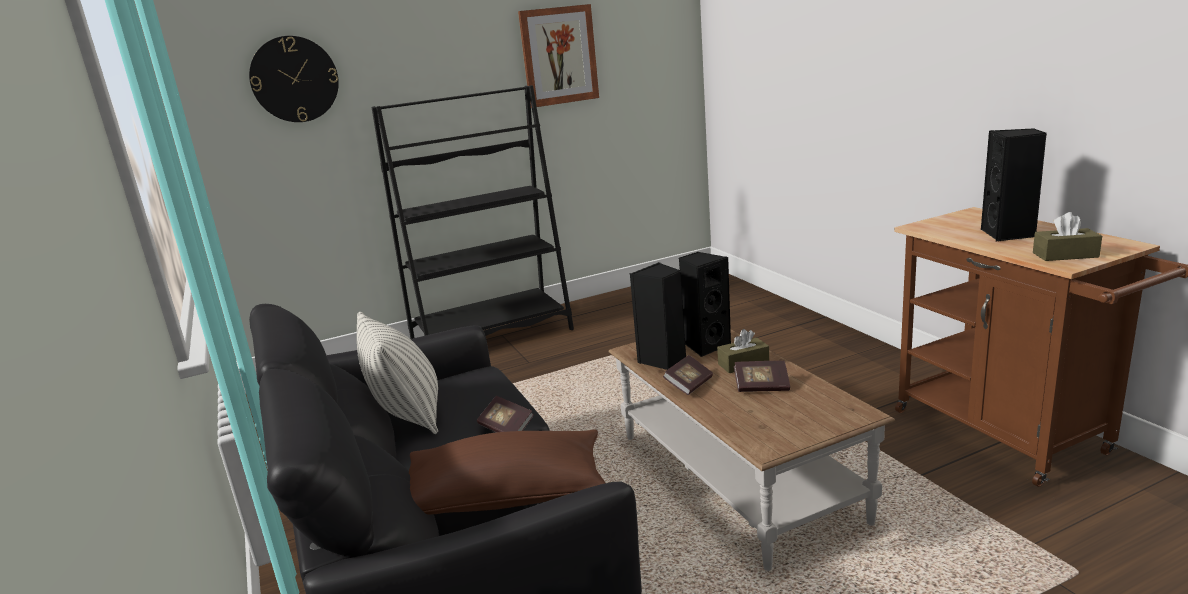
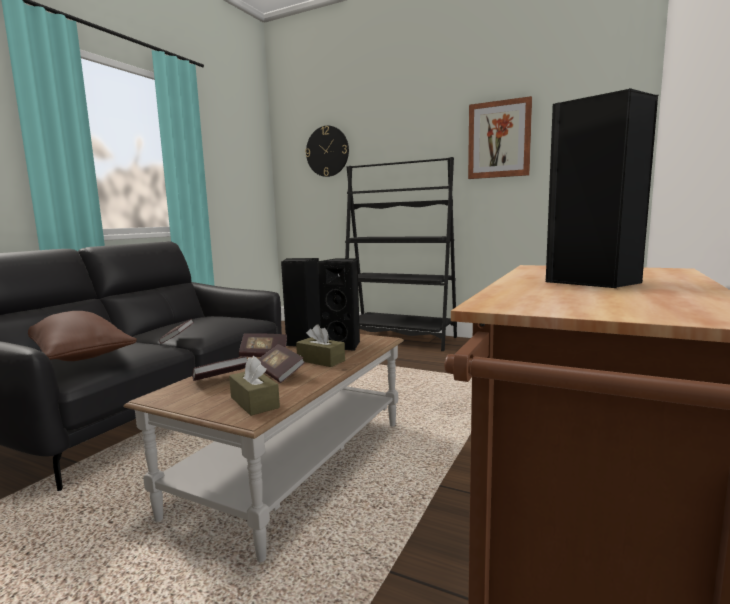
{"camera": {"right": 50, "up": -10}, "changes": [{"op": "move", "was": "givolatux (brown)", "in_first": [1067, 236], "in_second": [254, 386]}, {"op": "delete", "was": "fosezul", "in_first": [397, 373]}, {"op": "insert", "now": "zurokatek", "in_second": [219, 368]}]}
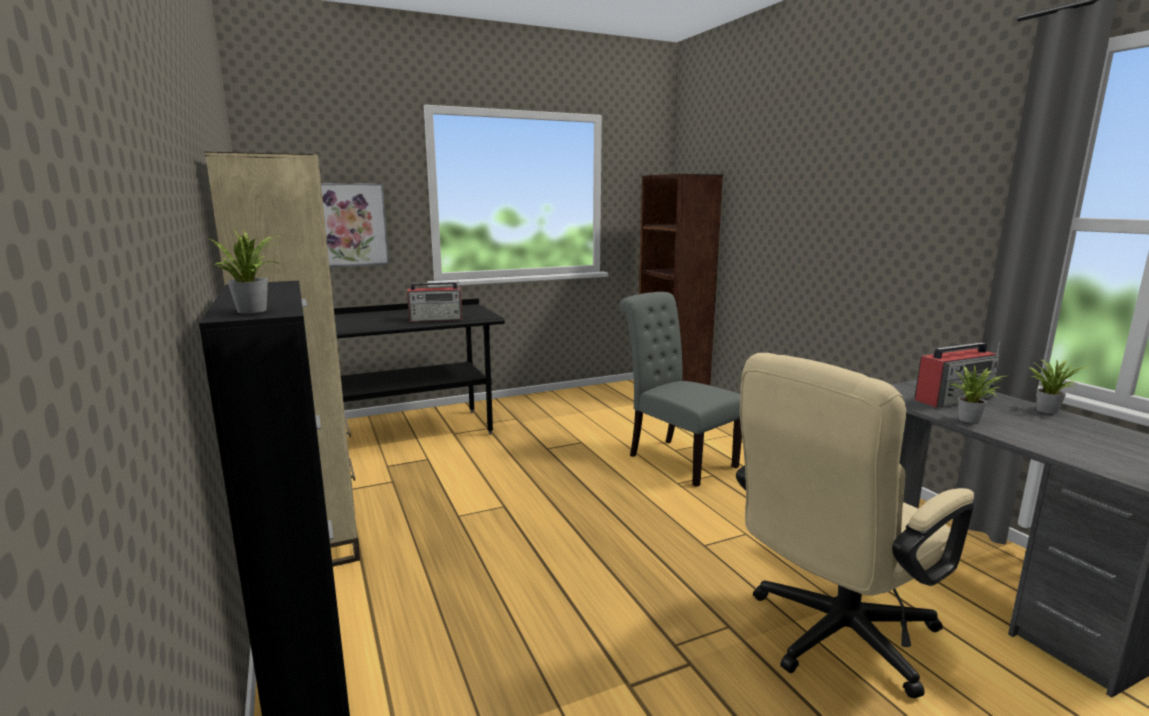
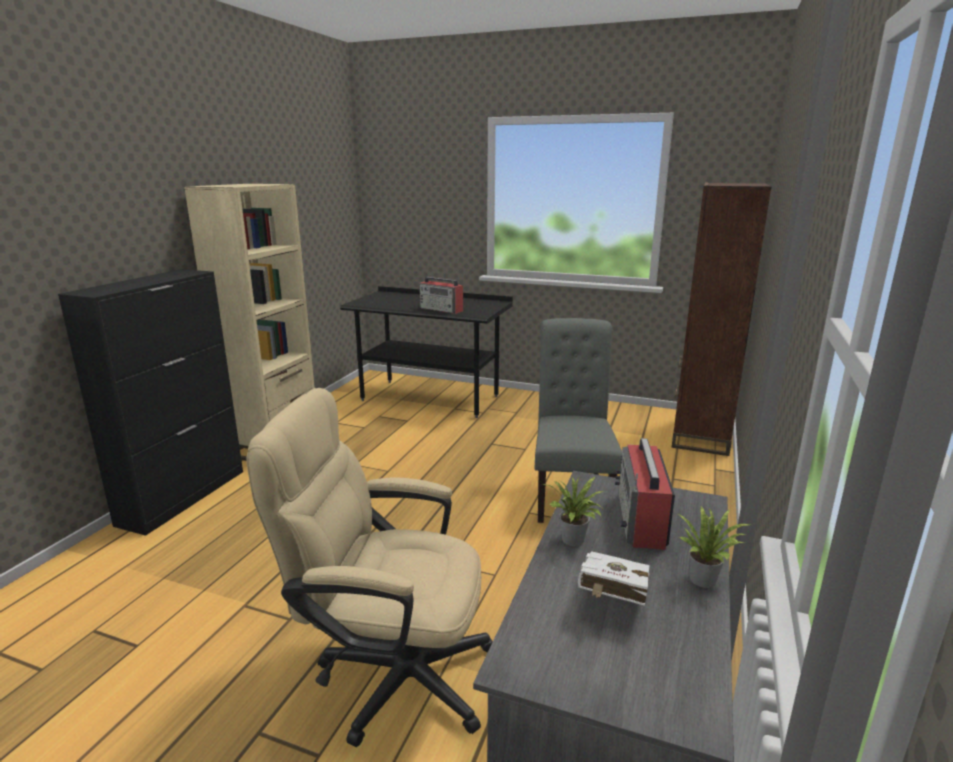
{"camera": {"right": 45, "up": 5}, "changes": [{"op": "delete", "was": "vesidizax", "in_first": [355, 225]}, {"op": "delete", "was": "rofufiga", "in_first": [244, 272]}, {"op": "rotate", "was": "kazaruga", "in_first": [957, 374], "in_second": [645, 494], "clockwise": 75}, {"op": "insert", "now": "zurokatek (white)", "in_second": [614, 578]}]}
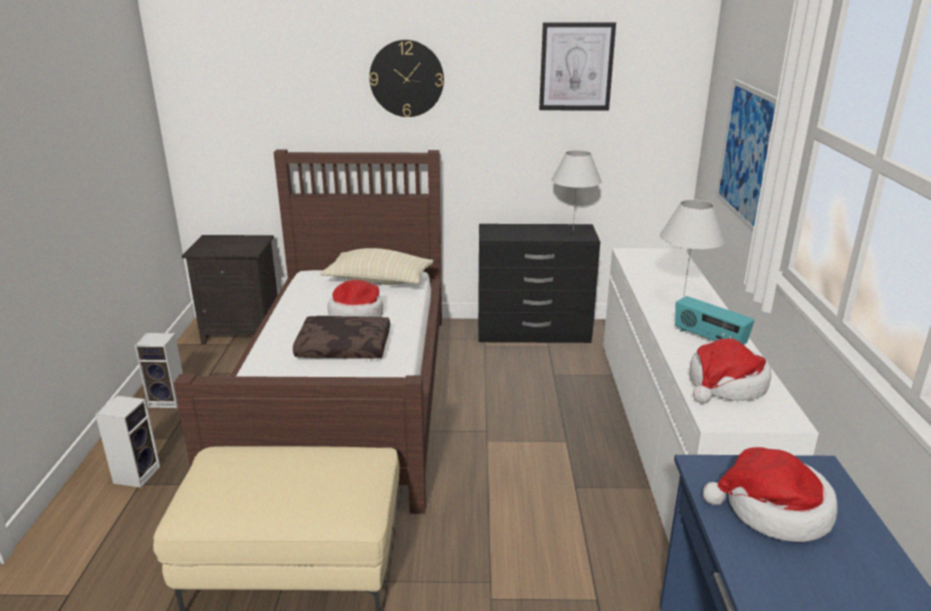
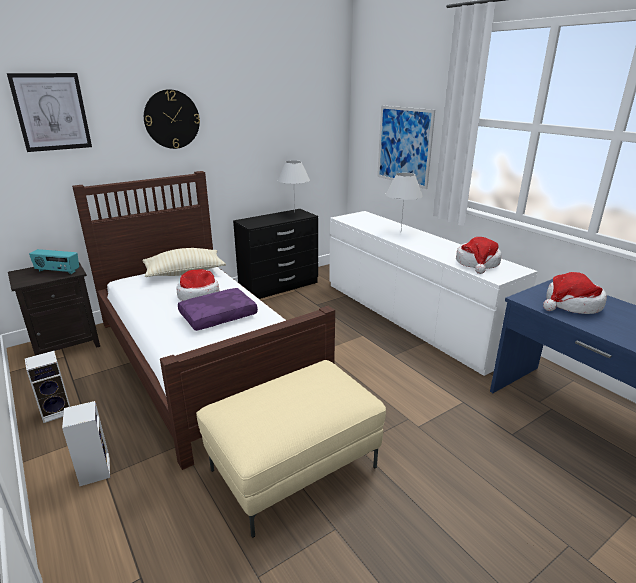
{"camera": {"right": -35, "up": 0}, "changes": [{"op": "move", "was": "vesidizax", "in_first": [577, 66], "in_second": [49, 112]}, {"op": "move", "was": "kazaruga", "in_first": [714, 320], "in_second": [54, 261]}, {"op": "recolor", "was": "fosezul (brown)", "now": "fosezul (purple)", "in_first": [341, 337], "in_second": [218, 309]}]}
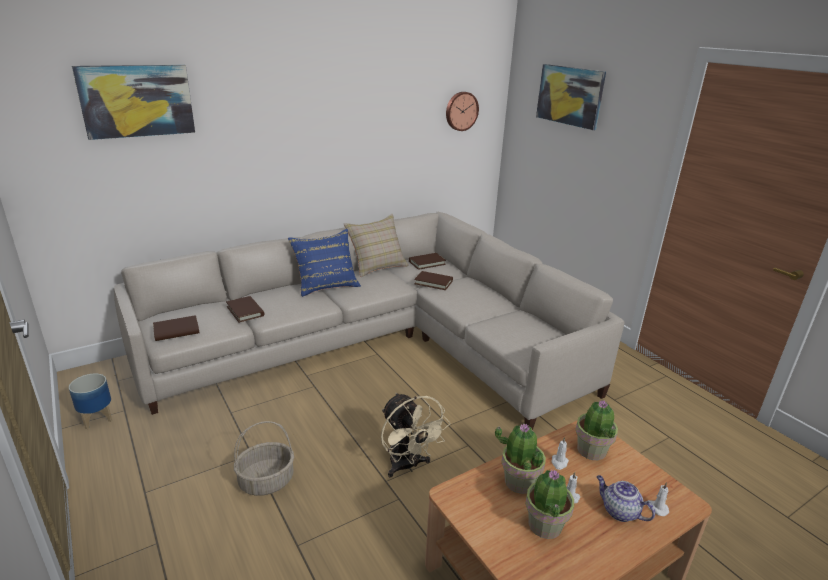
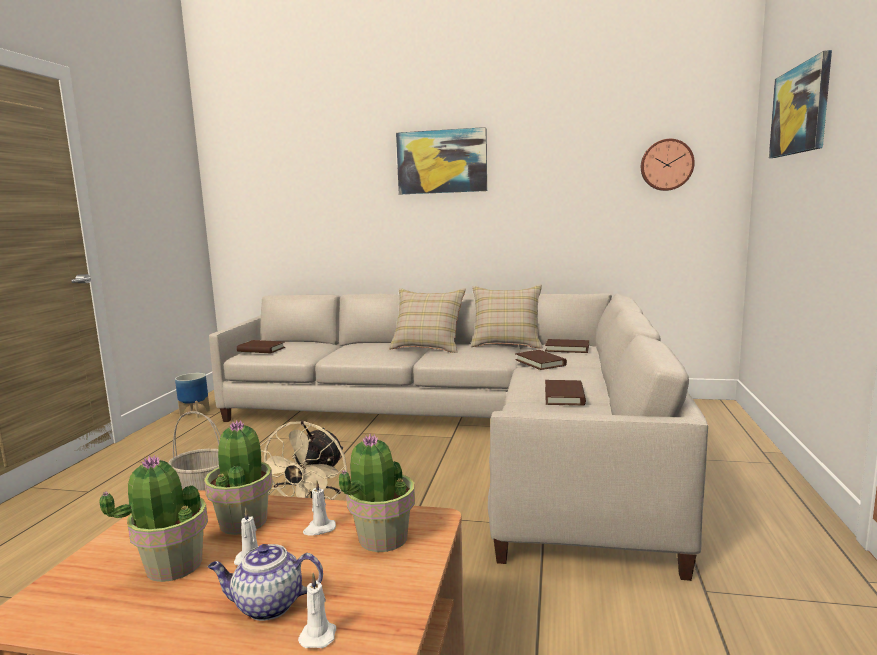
{"camera": {"right": 45, "up": -15}, "changes": [{"op": "move", "was": "vesidizax", "in_first": [133, 102], "in_second": [441, 161]}, {"op": "recolor", "was": "fosezul (blue)", "now": "fosezul (beige)", "in_first": [324, 263], "in_second": [427, 320]}, {"op": "move", "was": "zurokatek (brown)", "in_first": [245, 309], "in_second": [565, 393]}, {"op": "rotate", "was": "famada", "in_first": [625, 498], "in_second": [265, 582], "clockwise": -90}]}
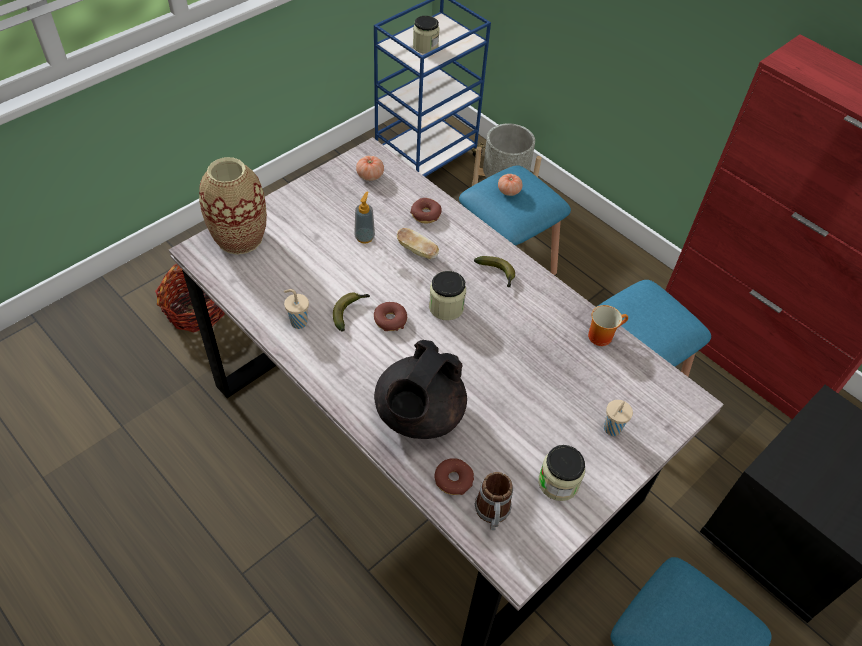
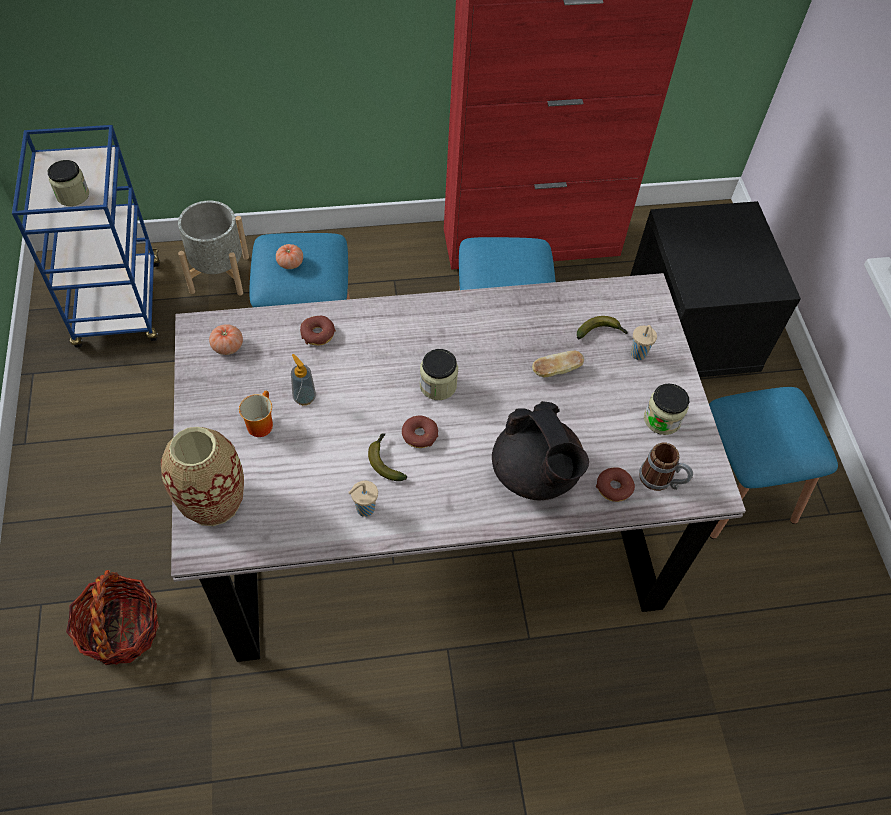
{"camera": {"right": -55, "up": 5}, "changes": [{"op": "move", "was": "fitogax", "in_first": [418, 243], "in_second": [558, 364]}, {"op": "move", "was": "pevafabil", "in_first": [494, 271], "in_second": [602, 327]}, {"op": "move", "was": "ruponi", "in_first": [608, 325], "in_second": [256, 414]}]}
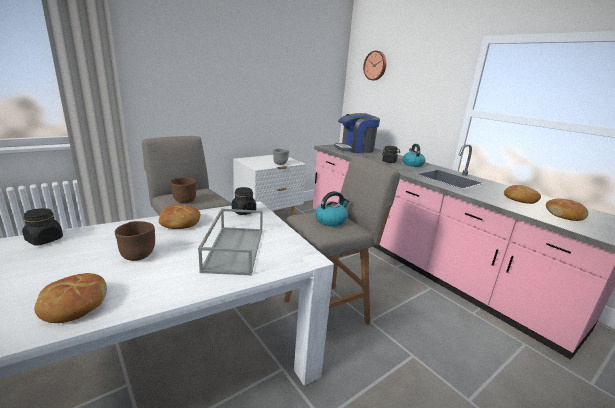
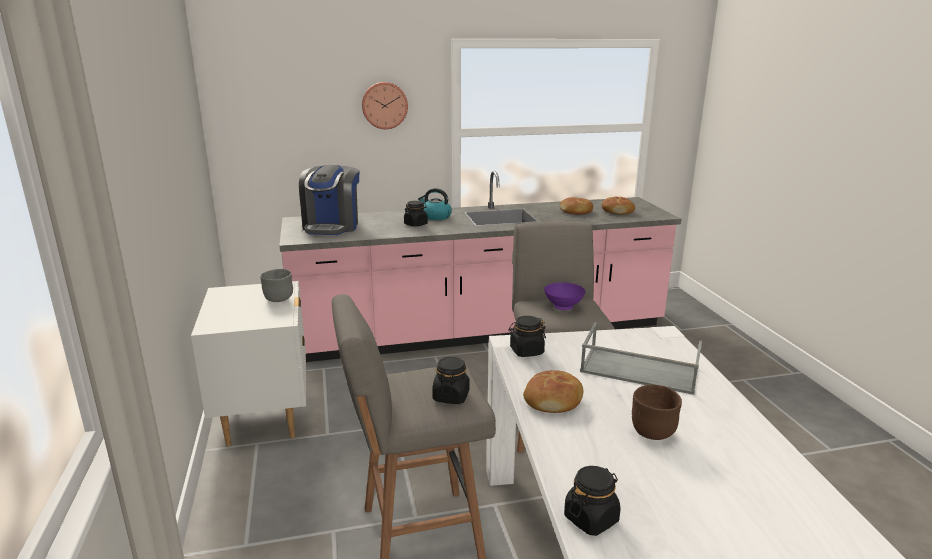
{"camera": {"right": -65, "up": 0}, "changes": [{"op": "move", "was": "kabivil", "in_first": [374, 65], "in_second": [385, 105]}, {"op": "replace", "was": "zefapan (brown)", "now": "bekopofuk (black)", "in_first": [183, 190], "in_second": [451, 380]}, {"op": "replace", "was": "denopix", "now": "zefapan (purple)", "in_first": [332, 208], "in_second": [565, 296]}, {"op": "delete", "was": "fitogax", "in_first": [70, 298]}]}
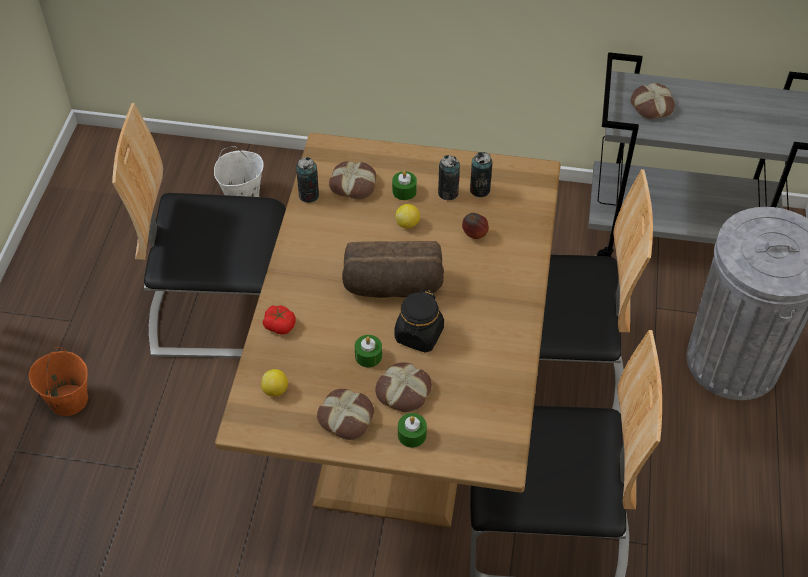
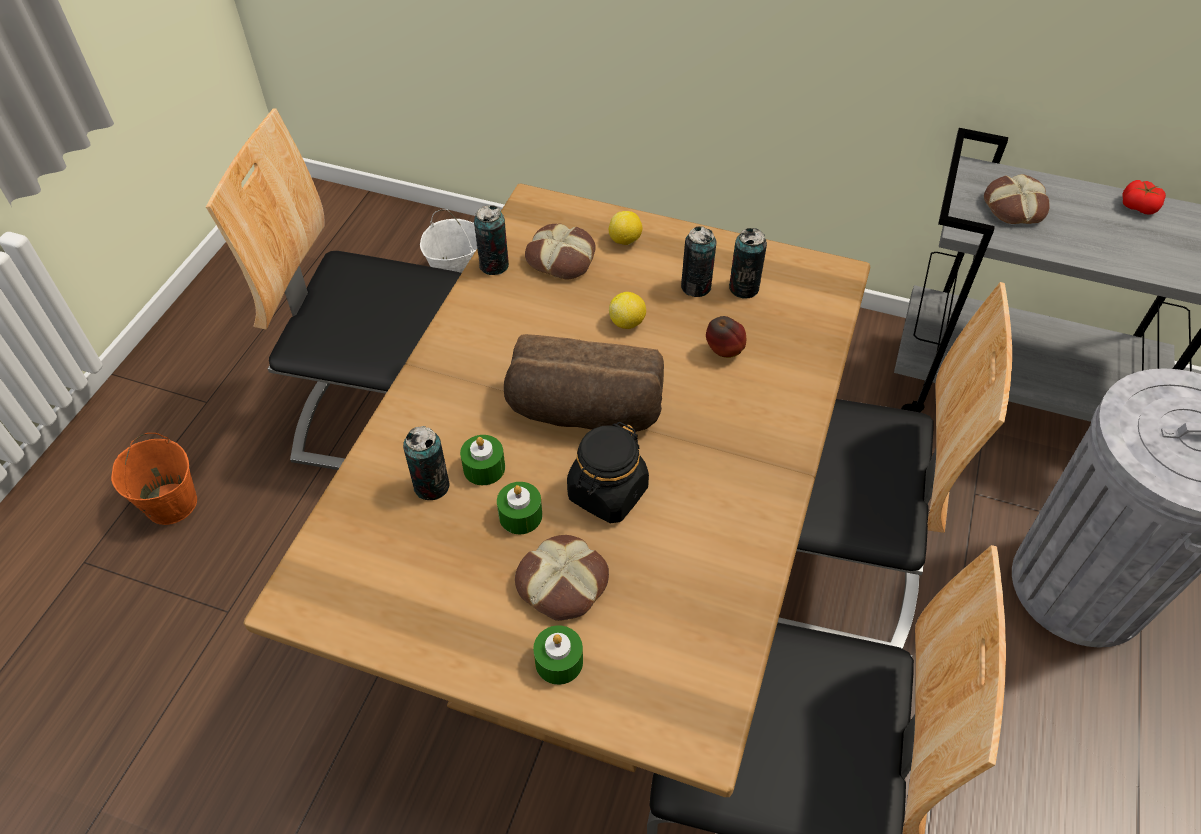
{"camera": {"right": 10, "up": 0}, "changes": [{"op": "move", "was": "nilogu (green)", "in_first": [404, 185], "in_second": [482, 460]}, {"op": "move", "was": "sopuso", "in_first": [279, 320], "in_second": [1144, 197]}, {"op": "move", "was": "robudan", "in_first": [274, 383], "in_second": [625, 228]}, {"op": "delete", "was": "fitogax", "in_first": [345, 414]}, {"op": "insert", "now": "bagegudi", "in_second": [426, 463]}]}
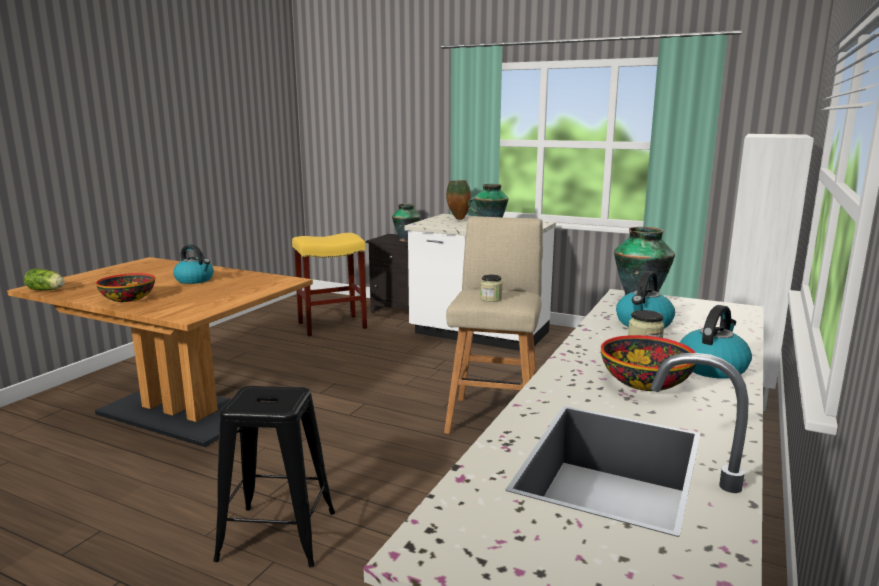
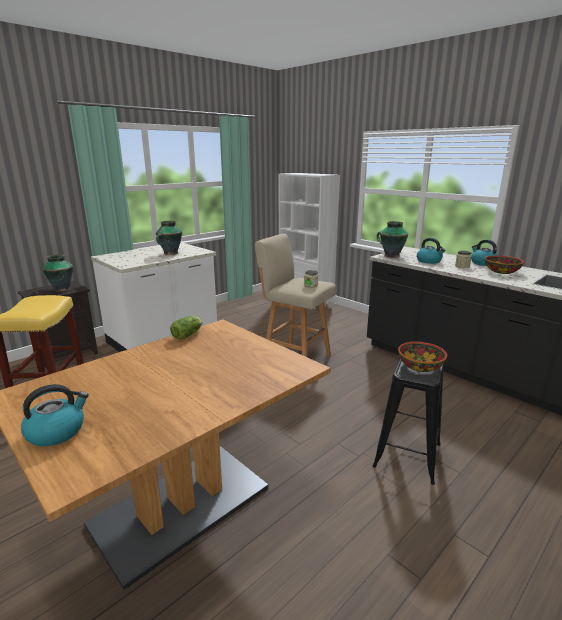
{"camera": {"right": -70, "up": 5}, "changes": [{"op": "delete", "was": "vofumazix", "in_first": [458, 200]}, {"op": "move", "was": "denopix", "in_first": [193, 264], "in_second": [55, 415]}, {"op": "move", "was": "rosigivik", "in_first": [44, 279], "in_second": [186, 328]}, {"op": "move", "was": "zefapan", "in_first": [125, 287], "in_second": [422, 357]}]}
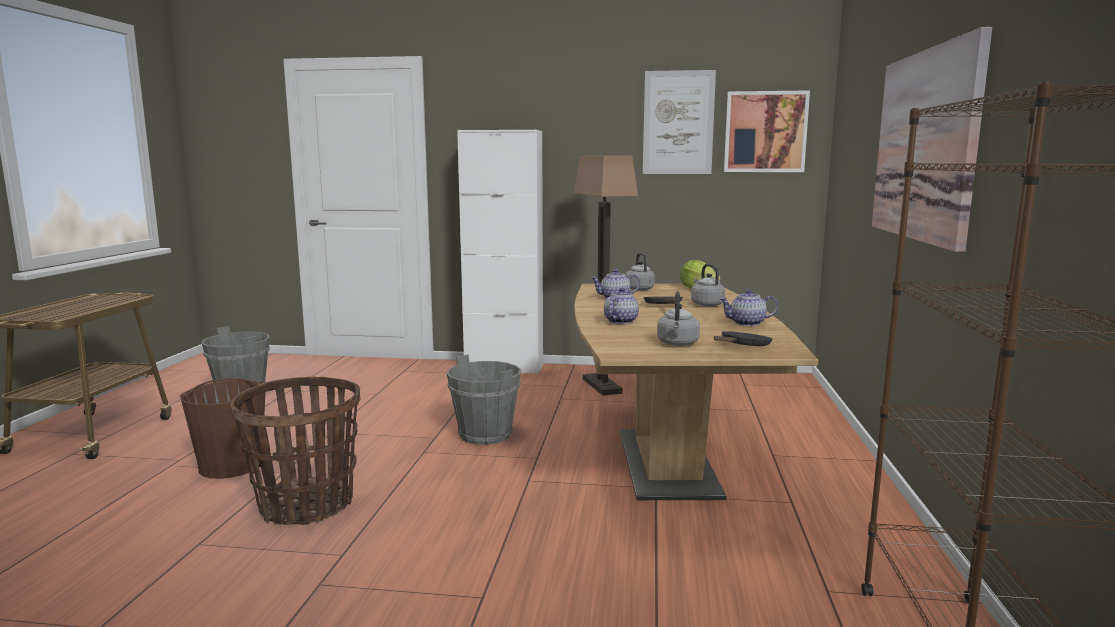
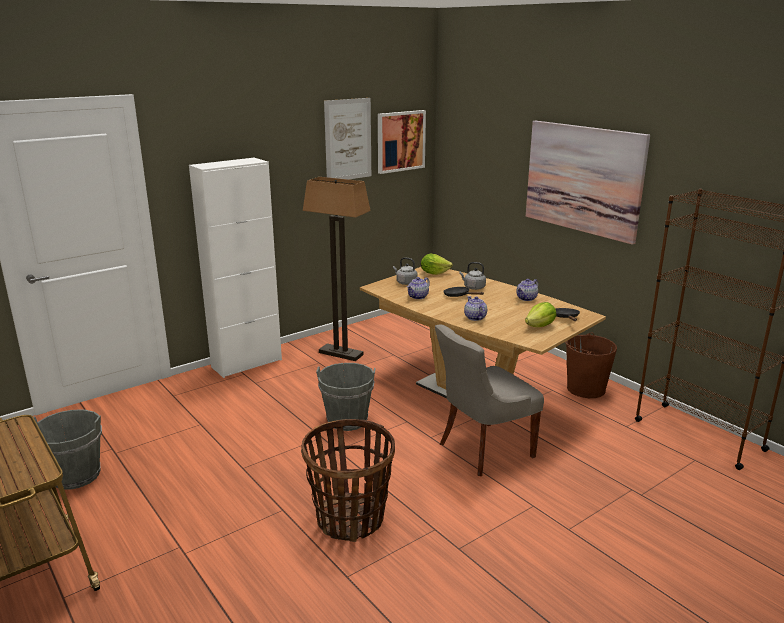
{"camera": {"right": -45, "up": 10}, "changes": [{"op": "replace", "was": "denopix (grey)", "now": "rosigivik", "in_first": [678, 318], "in_second": [540, 314]}, {"op": "move", "was": "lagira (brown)", "in_first": [222, 428], "in_second": [591, 365]}, {"op": "insert", "now": "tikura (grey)", "in_second": [489, 400]}]}
